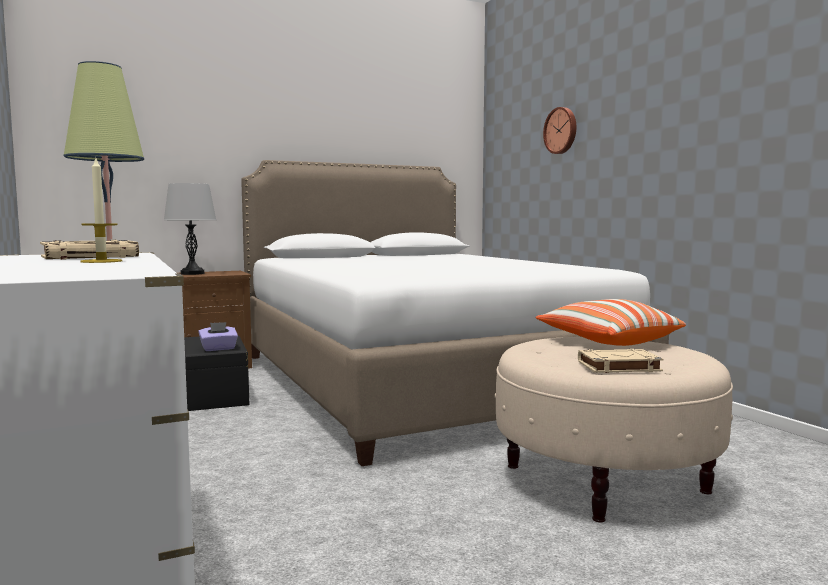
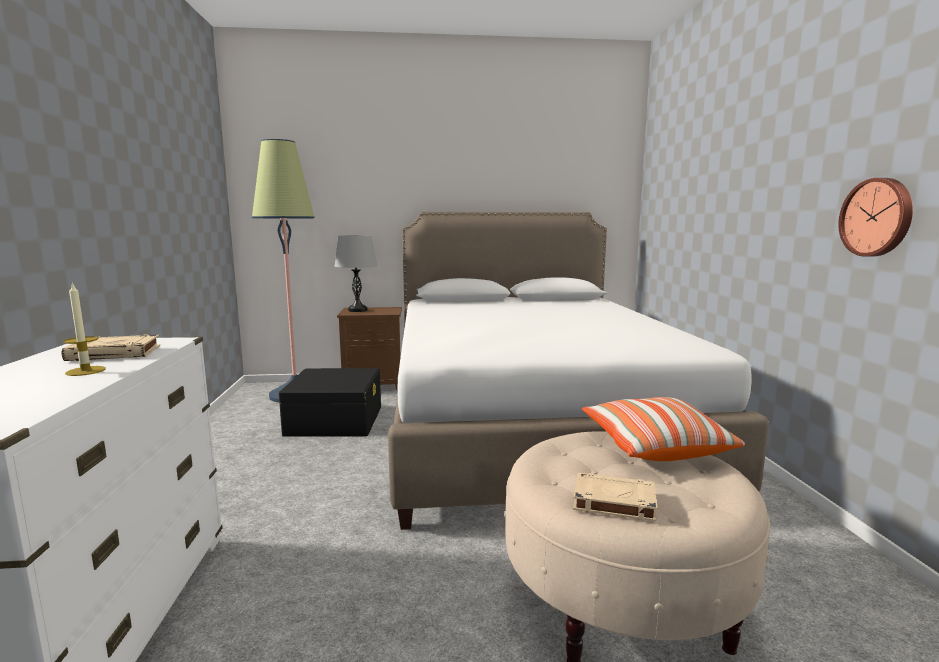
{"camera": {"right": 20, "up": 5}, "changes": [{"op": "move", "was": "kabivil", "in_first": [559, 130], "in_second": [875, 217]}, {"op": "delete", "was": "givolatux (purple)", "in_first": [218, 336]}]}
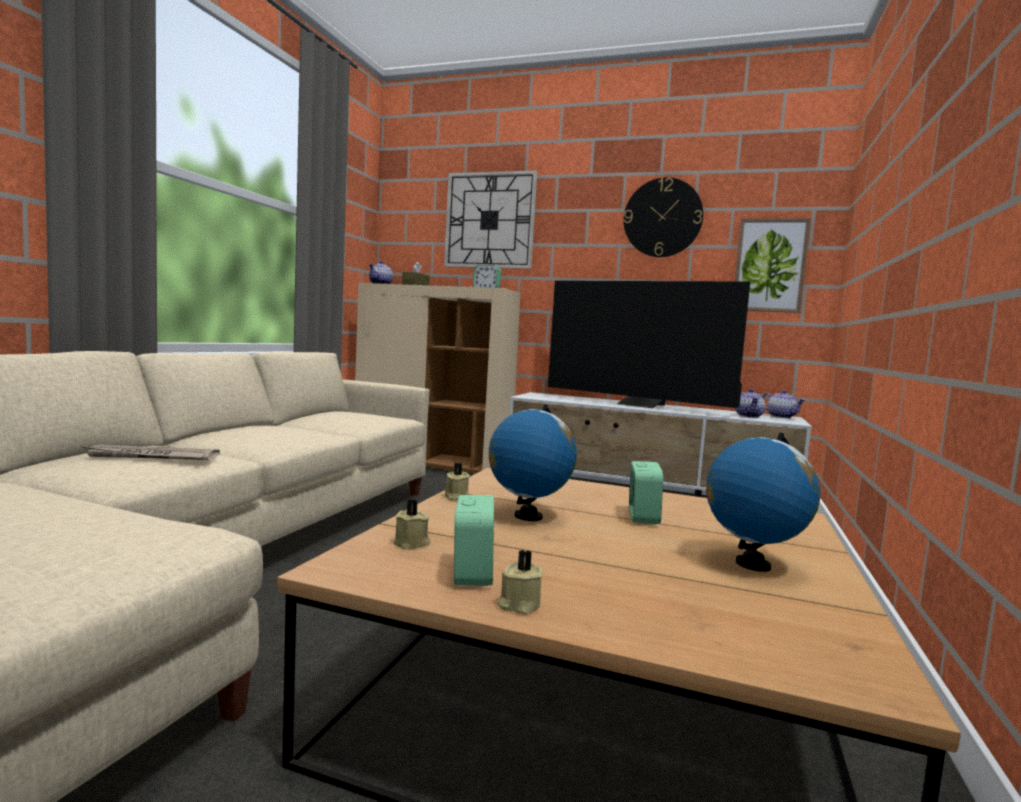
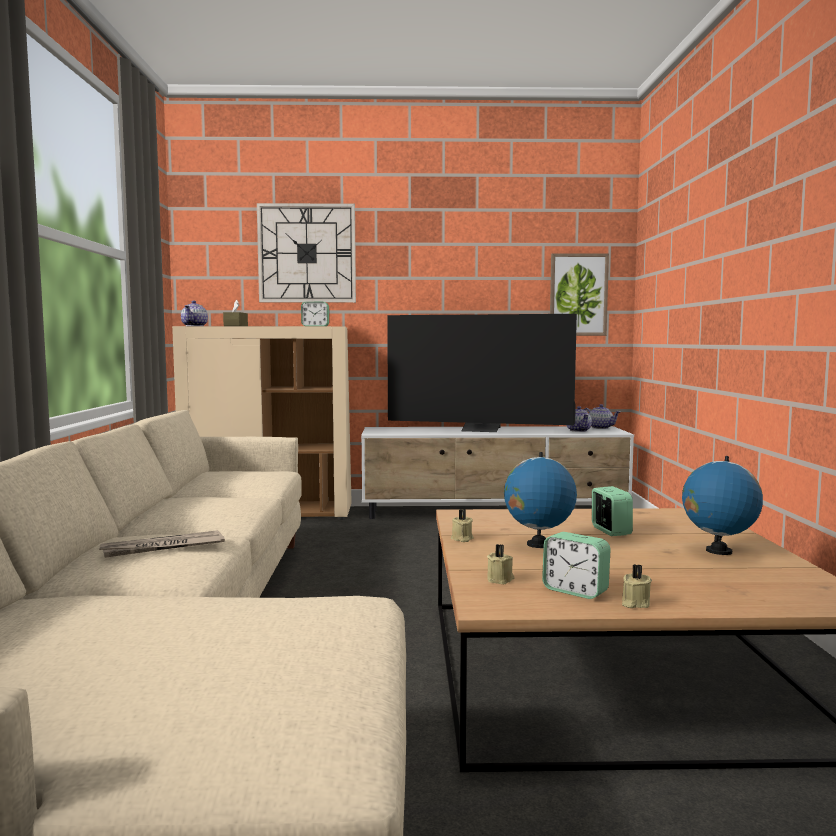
{"camera": {"right": -20, "up": 0}, "changes": [{"op": "delete", "was": "kabivil", "in_first": [663, 217]}, {"op": "rotate", "was": "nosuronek", "in_first": [474, 540], "in_second": [576, 565], "clockwise": 150}]}
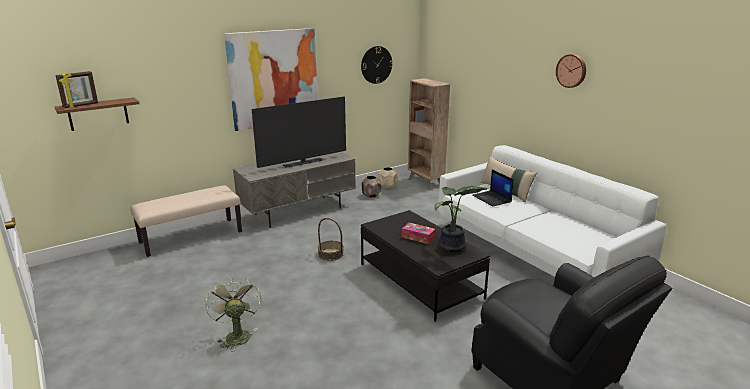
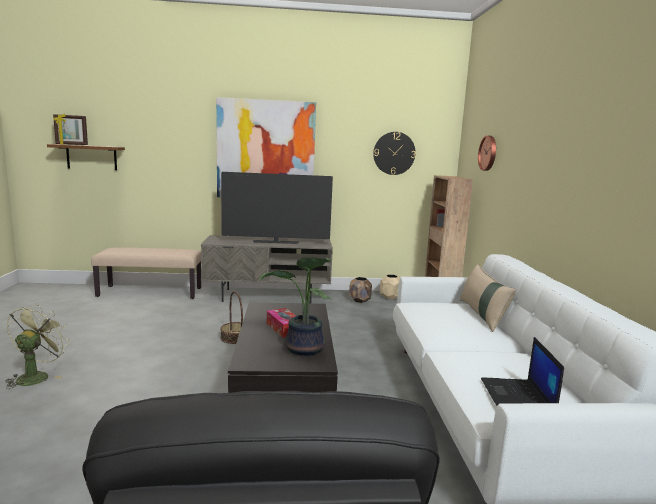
{"camera": {"right": 30, "up": -10}, "changes": [{"op": "move", "was": "kabivil", "in_first": [571, 71], "in_second": [487, 153]}, {"op": "move", "was": "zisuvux", "in_first": [493, 188], "in_second": [522, 371]}]}
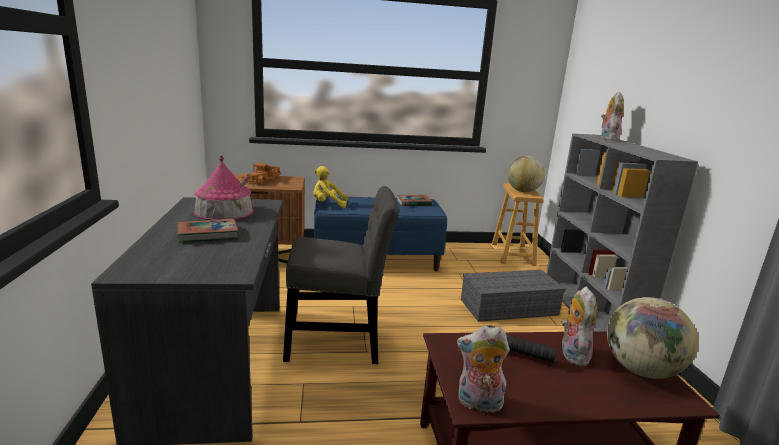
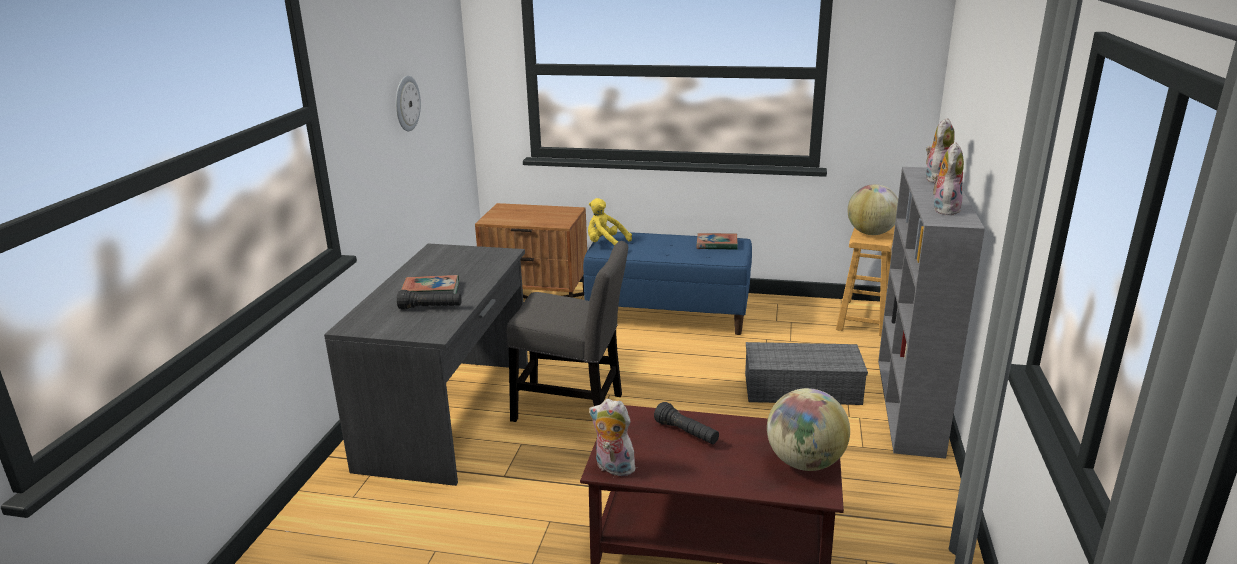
{"camera": {"right": 20, "up": 5}, "changes": [{"op": "delete", "was": "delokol", "in_first": [224, 187]}, {"op": "delete", "was": "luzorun", "in_first": [261, 174]}, {"op": "move", "was": "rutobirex", "in_first": [579, 326], "in_second": [948, 178]}, {"op": "insert", "now": "kabivil", "in_second": [408, 103]}, {"op": "insert", "now": "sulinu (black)", "in_second": [429, 300]}]}
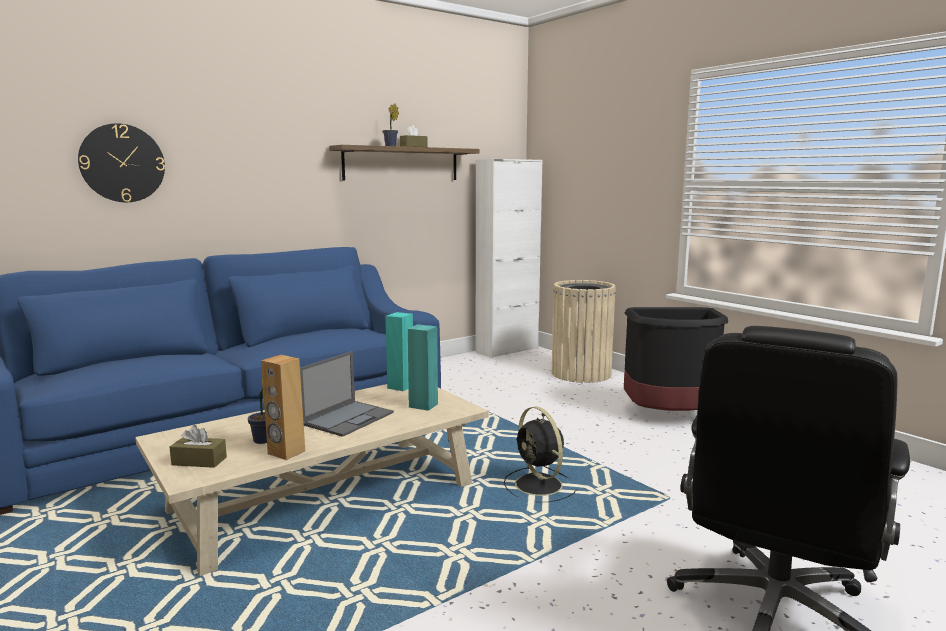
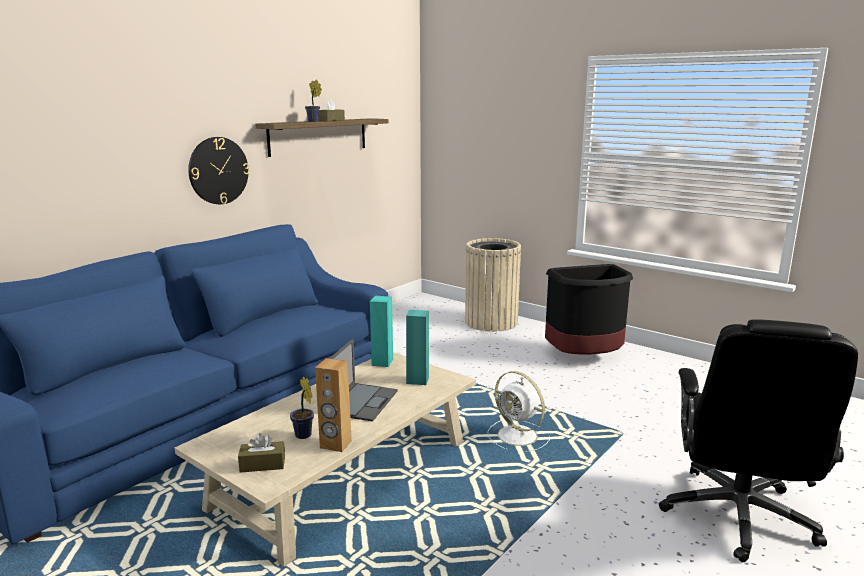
{"camera": {"right": -15, "up": 5}, "changes": [{"op": "move", "was": "kabivil", "in_first": [121, 162], "in_second": [218, 170]}, {"op": "delete", "was": "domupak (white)", "in_first": [509, 258]}, {"op": "recolor", "was": "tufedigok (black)", "now": "tufedigok (white)", "in_first": [540, 454], "in_second": [518, 411]}]}
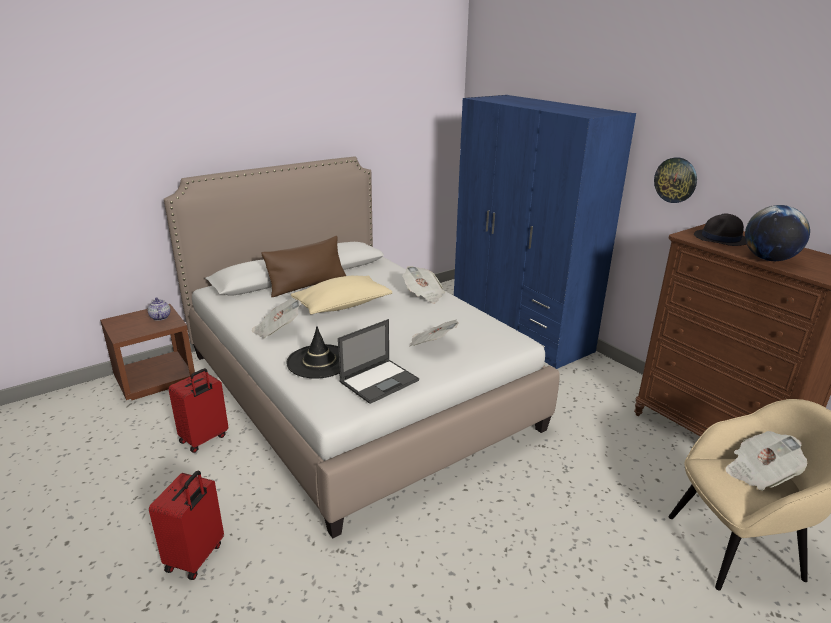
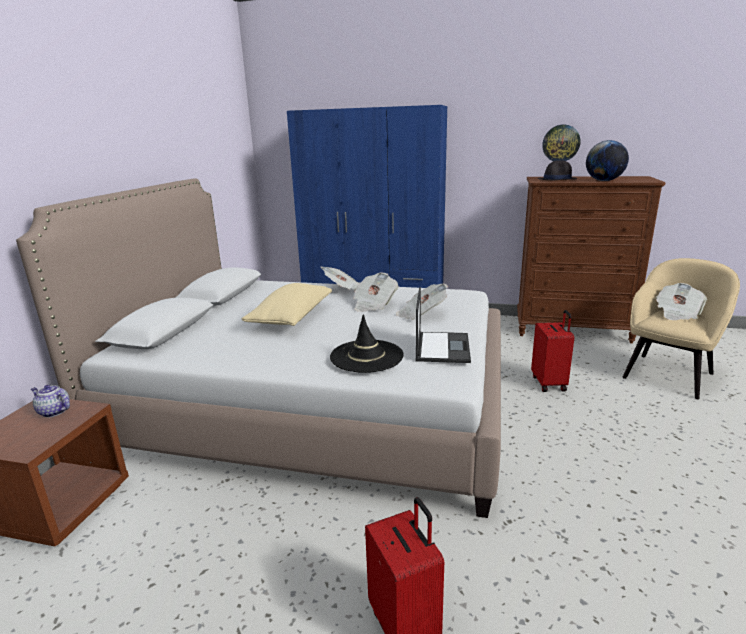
{"camera": {"right": -40, "up": -5}, "changes": [{"op": "move", "was": "kabivil", "in_first": [675, 180], "in_second": [561, 143]}, {"op": "delete", "was": "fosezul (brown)", "in_first": [303, 266]}, {"op": "move", "was": "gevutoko", "in_first": [277, 318], "in_second": [375, 292]}, {"op": "move", "was": "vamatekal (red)", "in_first": [198, 410], "in_second": [552, 351]}]}
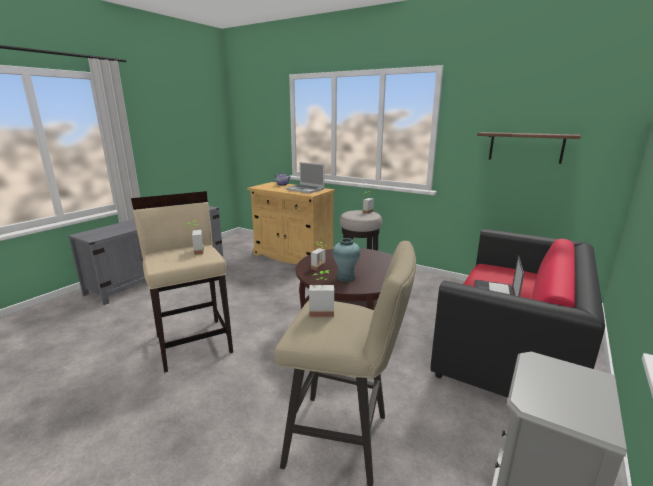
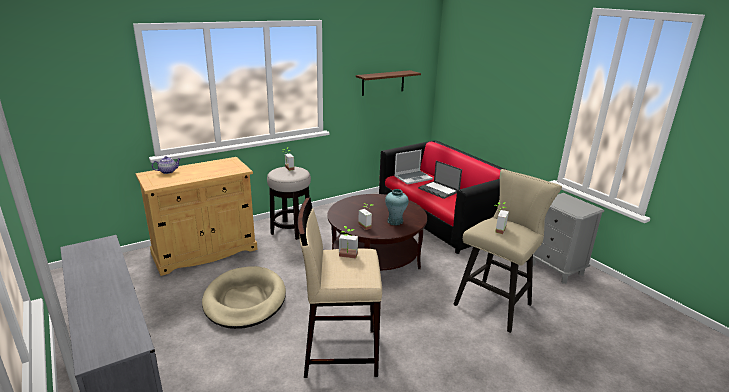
{"camera": {"right": -65, "up": 5}, "changes": [{"op": "move", "was": "zisuvux", "in_first": [305, 177], "in_second": [413, 167]}, {"op": "insert", "now": "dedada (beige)", "in_second": [244, 297]}]}
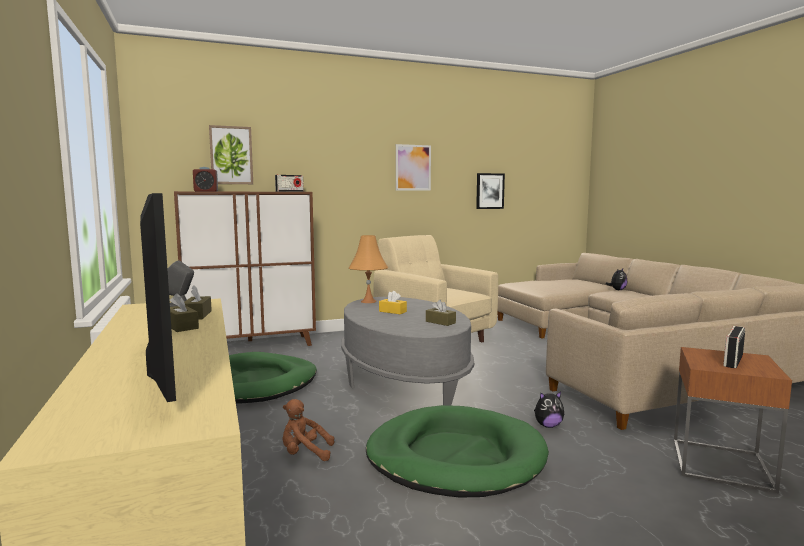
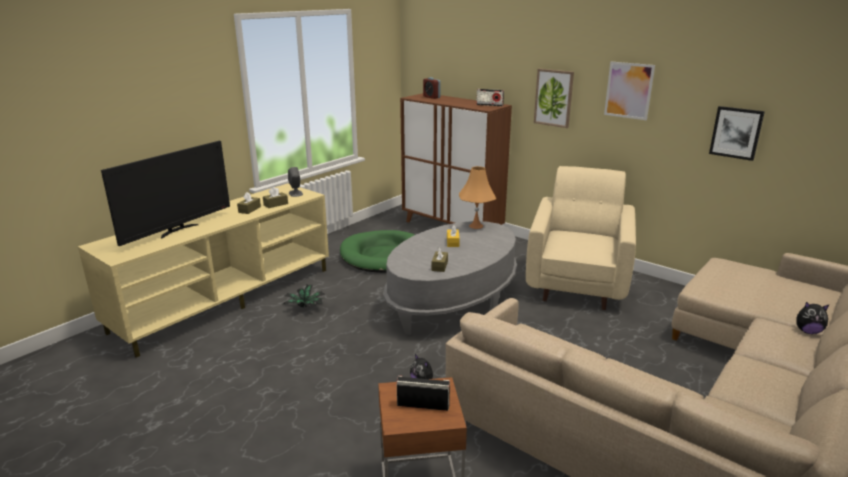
{"camera": {"right": 60, "up": 15}, "changes": [{"op": "move", "was": "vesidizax", "in_first": [231, 154], "in_second": [554, 98]}, {"op": "replace", "was": "rutobirex (brown)", "now": "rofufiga", "in_first": [308, 430], "in_second": [303, 296]}, {"op": "delete", "was": "dedada (green)", "in_first": [457, 451]}]}
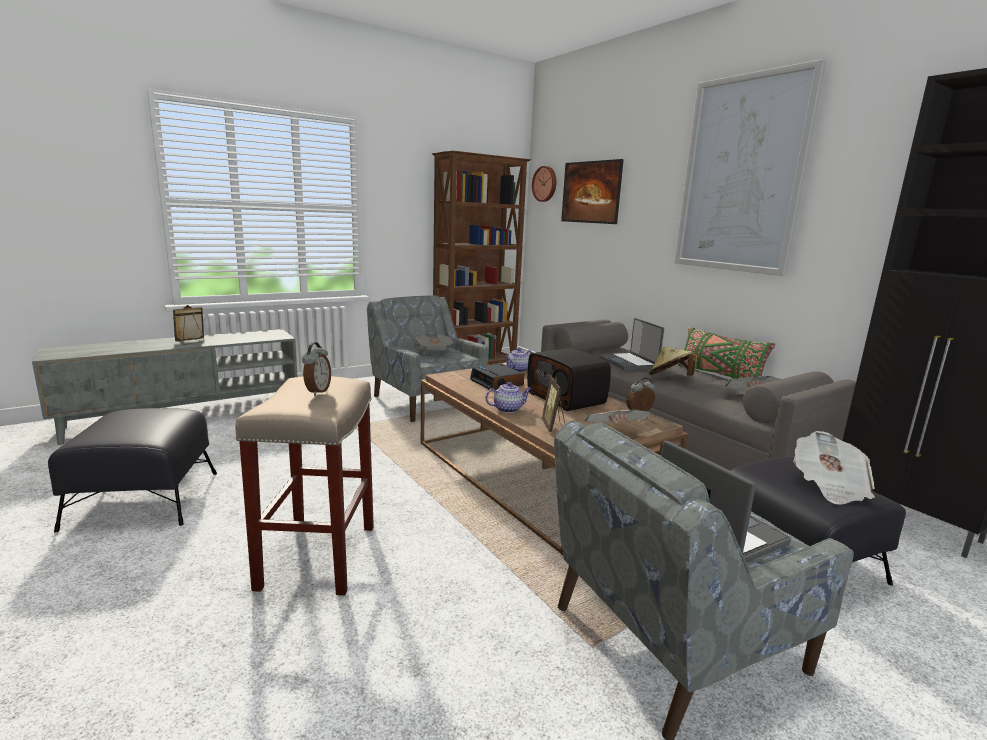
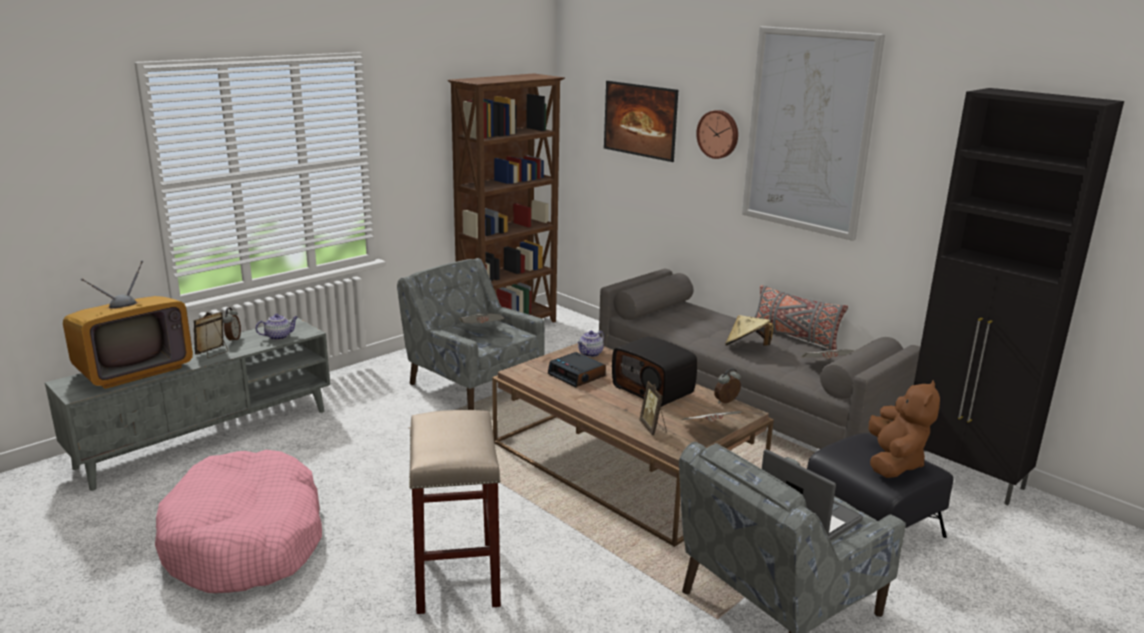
{"camera": {"right": -10, "up": 5}, "changes": [{"op": "move", "was": "kabivil", "in_first": [544, 184], "in_second": [717, 134]}, {"op": "delete", "was": "zisuvux", "in_first": [631, 344]}, {"op": "recolor", "was": "fosezul (green)", "now": "fosezul (grey)", "in_first": [726, 353], "in_second": [801, 317]}, {"op": "move", "was": "nosuronek", "in_first": [316, 369], "in_second": [232, 325]}, {"op": "move", "was": "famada", "in_first": [508, 397], "in_second": [277, 327]}, {"op": "replace", "was": "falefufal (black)", "now": "dedada (pink)", "in_first": [132, 470], "in_second": [238, 521]}, {"op": "replace", "was": "gevutoko", "now": "rutobirex (brown)", "in_first": [834, 468], "in_second": [904, 429]}, {"op": "insert", "now": "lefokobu", "in_second": [128, 324]}]}
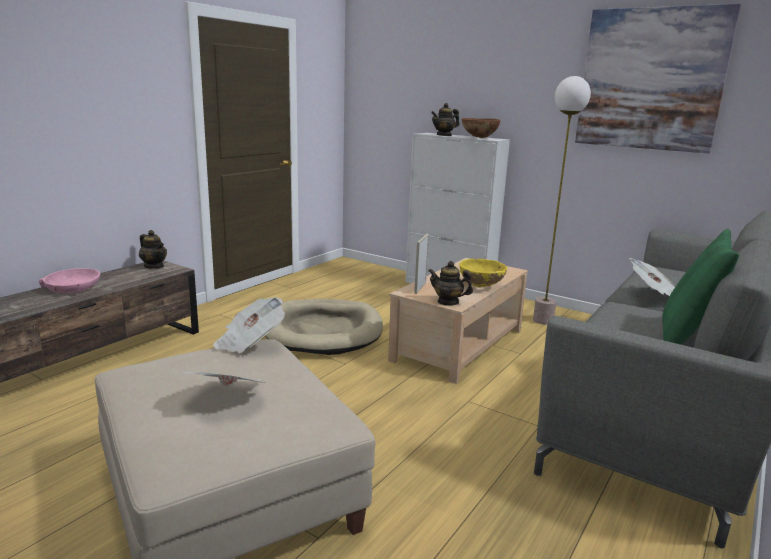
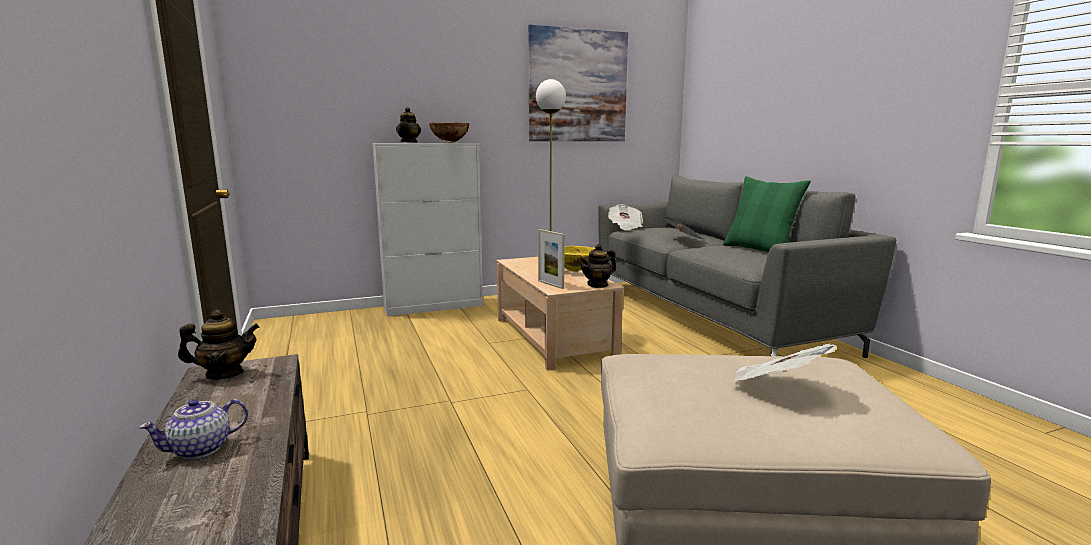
{"camera": {"right": -55, "up": -5}, "changes": [{"op": "replace", "was": "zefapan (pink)", "now": "famada", "in_first": [69, 280], "in_second": [193, 429]}, {"op": "move", "was": "gevutoko", "in_first": [249, 325], "in_second": [625, 217]}, {"op": "delete", "was": "dedada (beige)", "in_first": [324, 327]}]}
